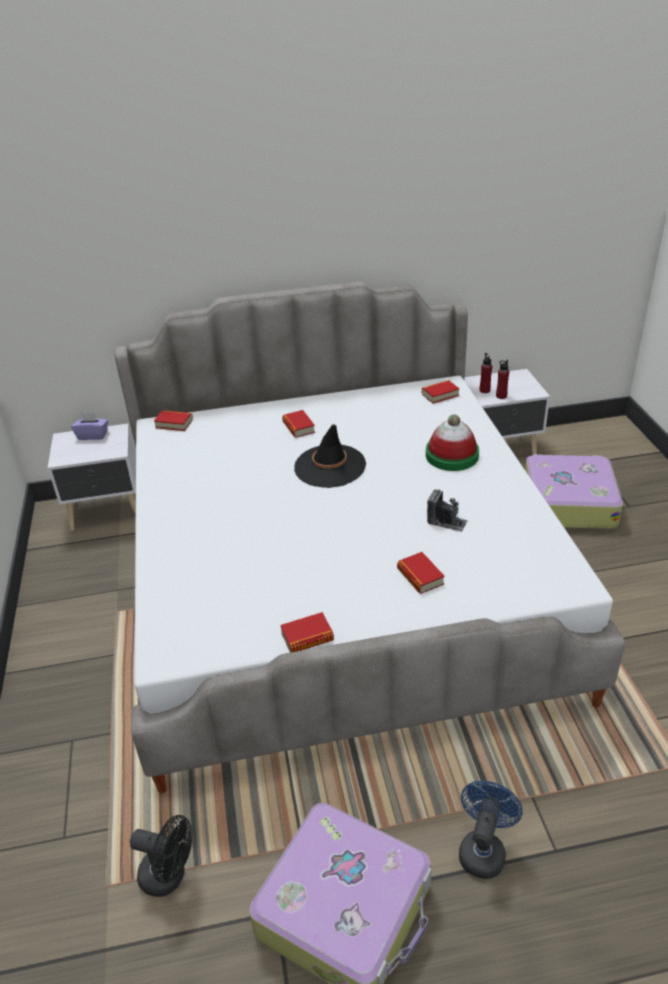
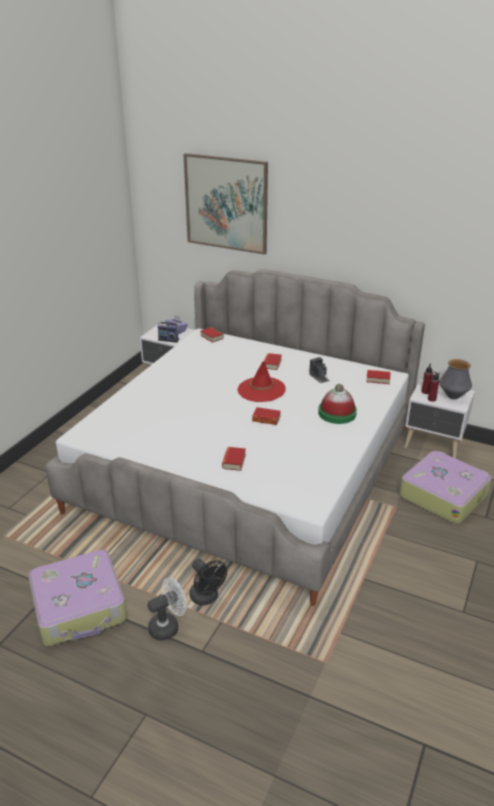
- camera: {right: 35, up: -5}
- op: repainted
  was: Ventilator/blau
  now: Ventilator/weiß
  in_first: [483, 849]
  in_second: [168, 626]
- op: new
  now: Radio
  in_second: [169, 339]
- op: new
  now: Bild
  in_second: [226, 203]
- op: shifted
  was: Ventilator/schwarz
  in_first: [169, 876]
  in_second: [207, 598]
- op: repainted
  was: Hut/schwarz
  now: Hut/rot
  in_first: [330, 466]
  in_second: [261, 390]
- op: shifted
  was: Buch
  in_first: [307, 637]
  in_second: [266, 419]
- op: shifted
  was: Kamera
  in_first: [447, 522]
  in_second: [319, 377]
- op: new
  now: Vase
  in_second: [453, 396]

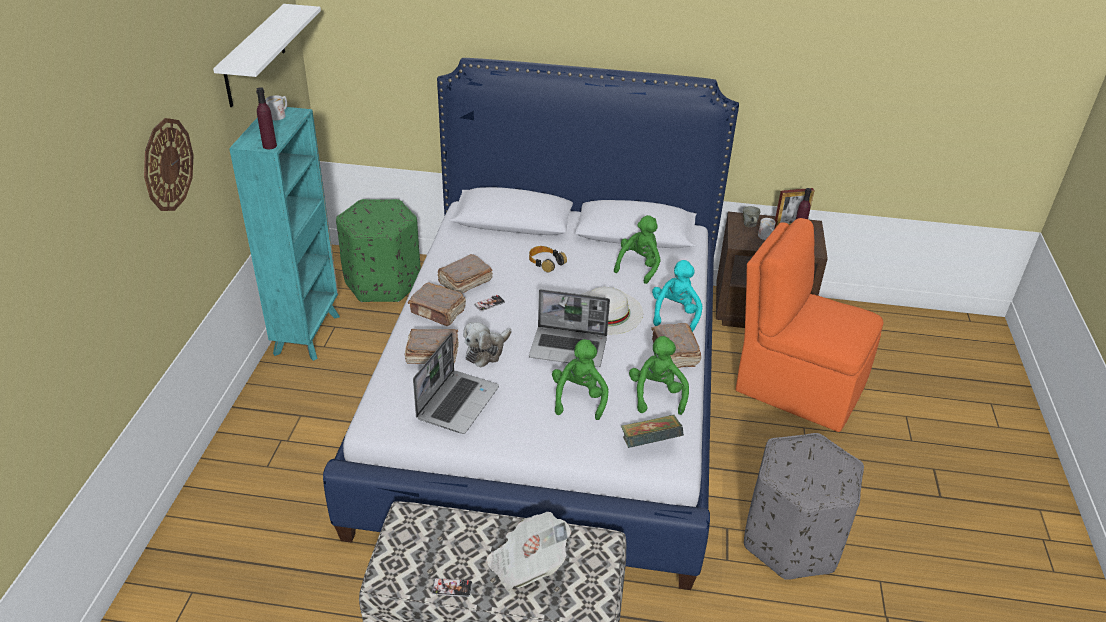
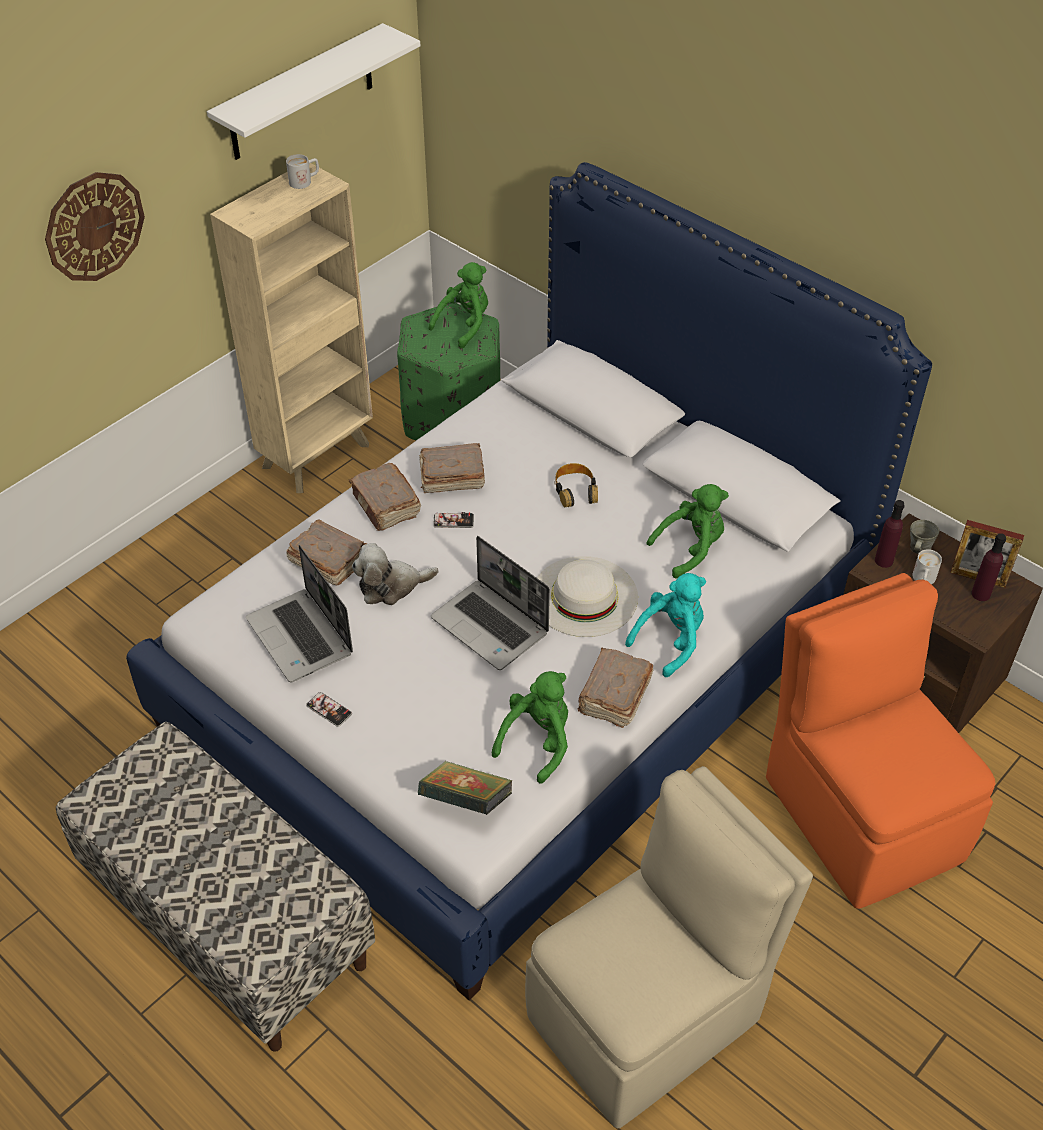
- camera: {right: 35, up: 10}
- op: repainted
  was: Bücherregal/türkis
  now: Bücherregal/beige
  in_first: [308, 333]
  in_second: [318, 455]
- op: rotated
  was: Laptop
  in_first: [457, 402]
  in_second: [302, 637]
  clockwise: 90
- op: shifted
  was: Handy
  in_first: [452, 588]
  in_second: [329, 710]
- op: shifted
  was: Plüschtier/grün
  in_first: [579, 398]
  in_second: [465, 325]
- op: swapped
  was: Polsterhocker/grau
  now: Stuhl/beige
  in_first: [792, 541]
  in_second: [649, 1015]
- op: shifted
  was: Flasche/lila
  in_first: [269, 146]
  in_second: [883, 560]
- op: gone
  was: Zeitung
  in_first: [527, 564]

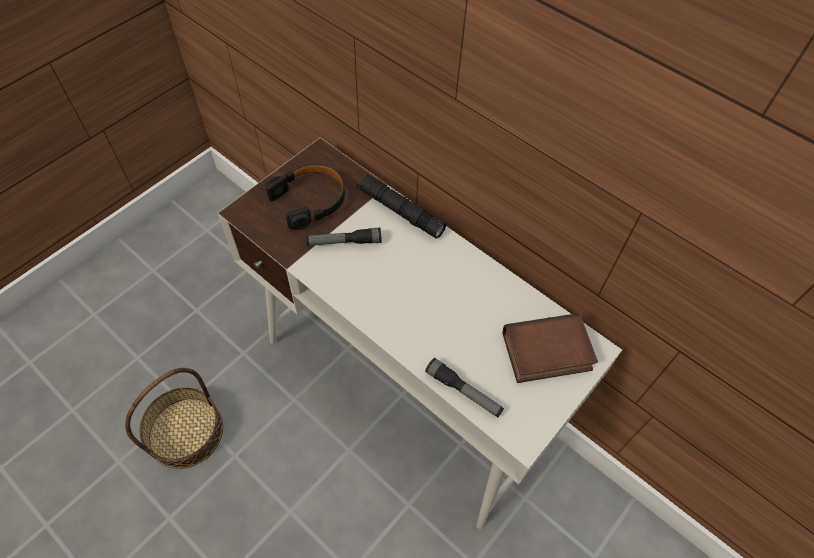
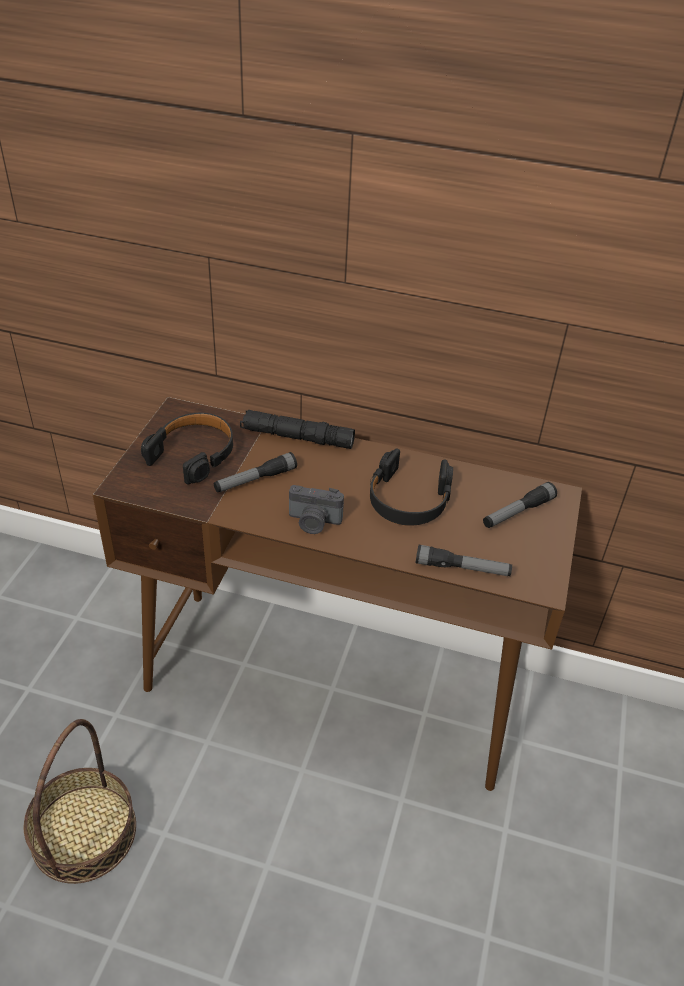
- camera: {right: -25, up: -15}
- op: repainted
  was: Schreibtisch/weiß
  now: Schreibtisch/braun
  in_first: [404, 392]
  in_second: [333, 684]
- op: new
  now: Kamera
  in_second: [313, 522]
- op: new
  now: Kopfhörer/schwarz
  in_second: [408, 499]
- op: swapped
  was: Buch
  now: Taschenlampe
  in_first: [546, 354]
  in_second: [517, 512]

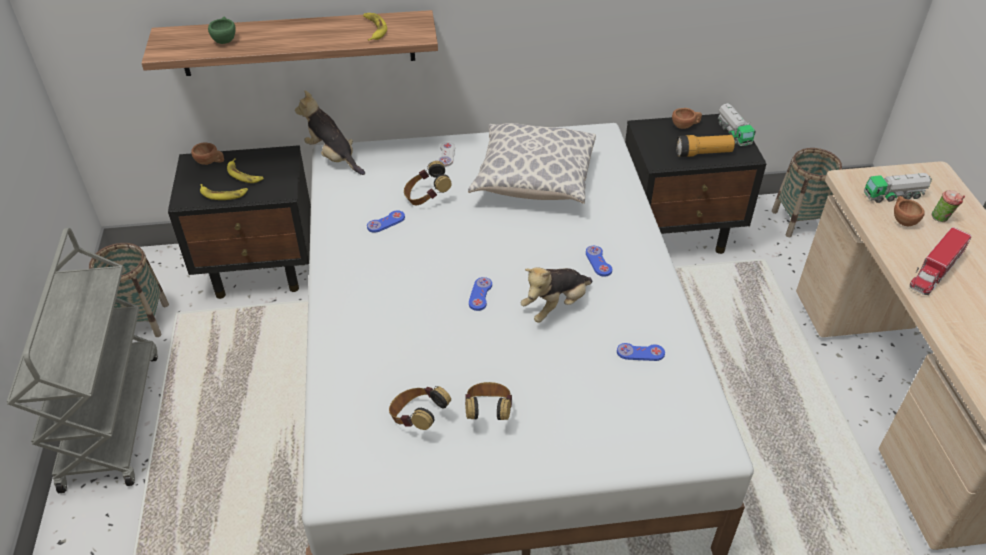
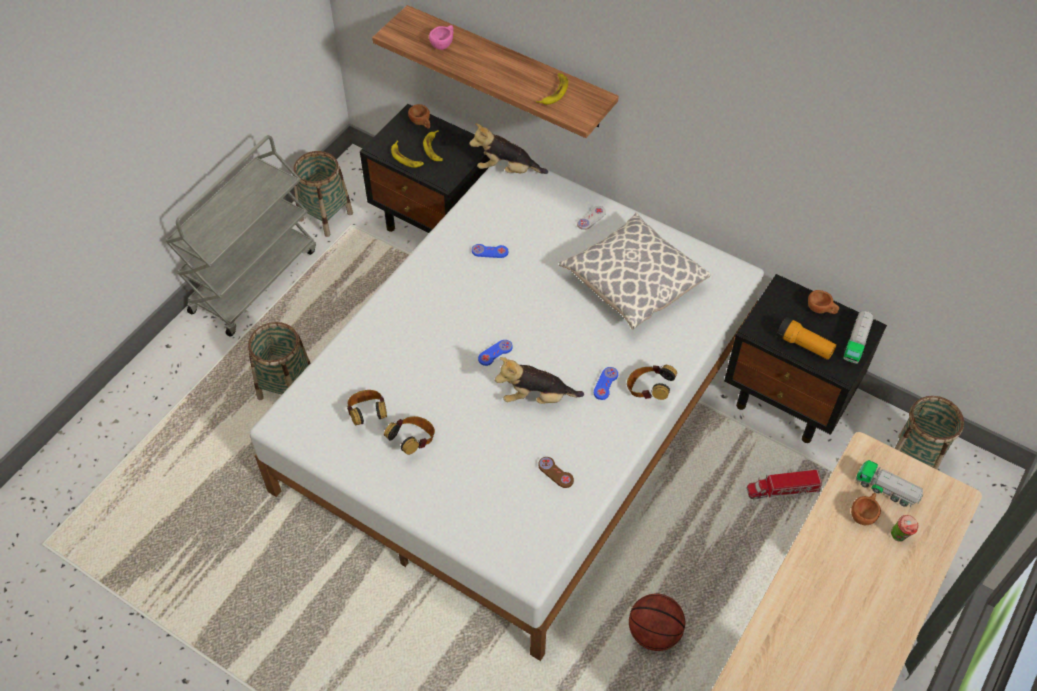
- camera: {right: 40, up: 10}
- op: new
  now: Korb
  in_second: [286, 387]
- op: repainted
  was: Tasse/grün
  now: Tasse/rosa
  in_first: [225, 39]
  in_second: [443, 44]
- op: rotated
  was: Plüschtier
  in_first: [333, 157]
  in_second: [507, 170]
  clockwise: -75
- op: repainted
  was: Gamepad/blau
  now: Gamepad/braun
  in_first: [640, 353]
  in_second: [555, 473]
- op: shifted
  was: Kopfhörer
  in_first: [426, 198]
  in_second: [648, 391]
- op: new
  now: Basketball
  in_second: [654, 632]
- op: shifted
  was: Spielzeuglaster
  in_first: [935, 270]
  in_second: [782, 489]

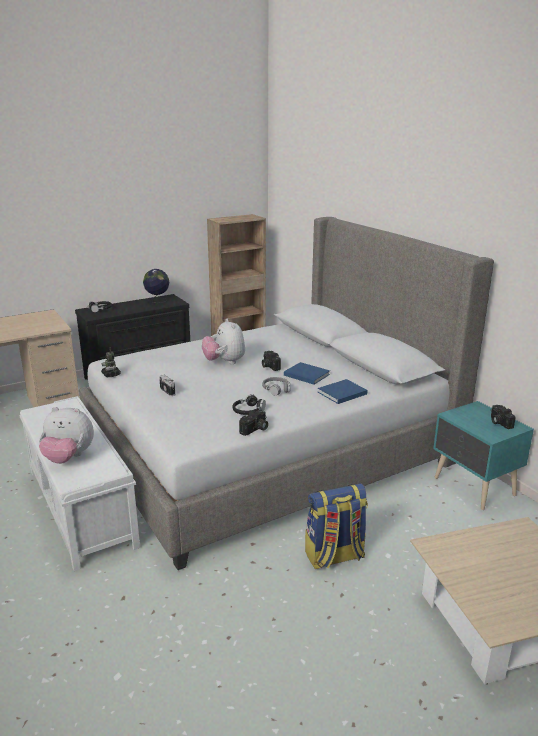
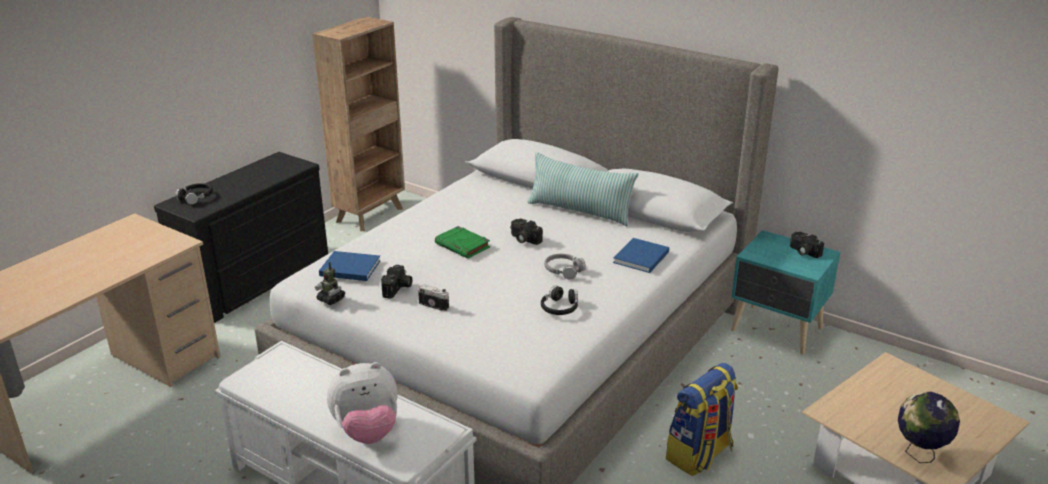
- camera: {right: -25, up: 5}
- op: shifted
  was: Buch/blau
  in_first: [305, 374]
  in_second: [348, 268]
- op: shifted
  was: Kamera
  in_first: [255, 429]
  in_second: [398, 289]
- op: swapped
  was: Plüschtier
  now: Buch/grün
  in_first: [224, 362]
  in_second: [463, 246]
- op: new
  now: Kissen
  in_second: [580, 211]
- op: shifted
  was: Globus
  in_first: [157, 301]
  in_second: [919, 454]

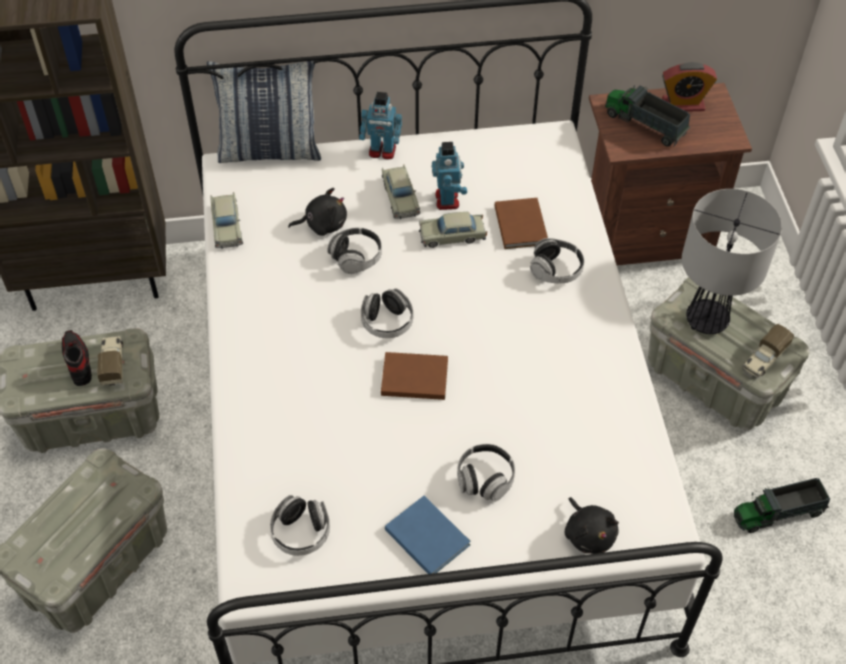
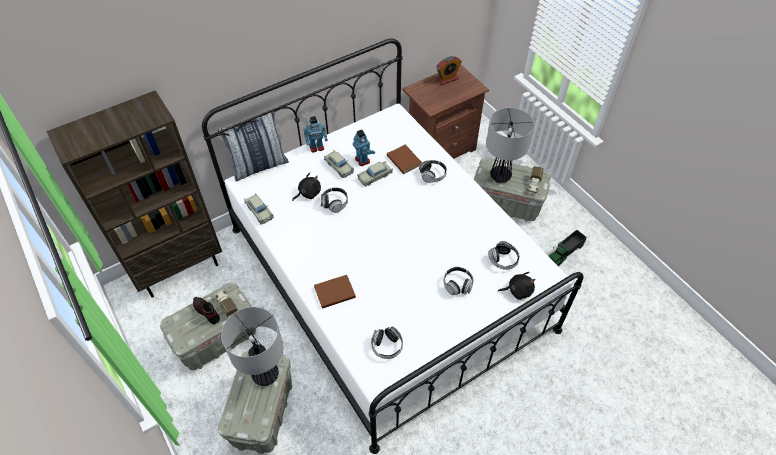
- camera: {right: -25, up: 0}
- op: new
  now: Tischlampe
  in_second: [266, 375]
- op: shifted
  was: Buch/braun
  in_first: [413, 377]
  in_second: [333, 292]
- op: shifted
  was: Kopfhörer
  in_first: [387, 322]
  in_second: [503, 260]
- op: rotated
  was: Plüschtier/schwarz
  in_first: [589, 534]
  in_second: [518, 290]
  clockwise: -45
- op: gone
  was: Buch/blau
  in_first: [427, 535]
- op: gone
  was: Spielzeuglaster
  in_first: [644, 125]

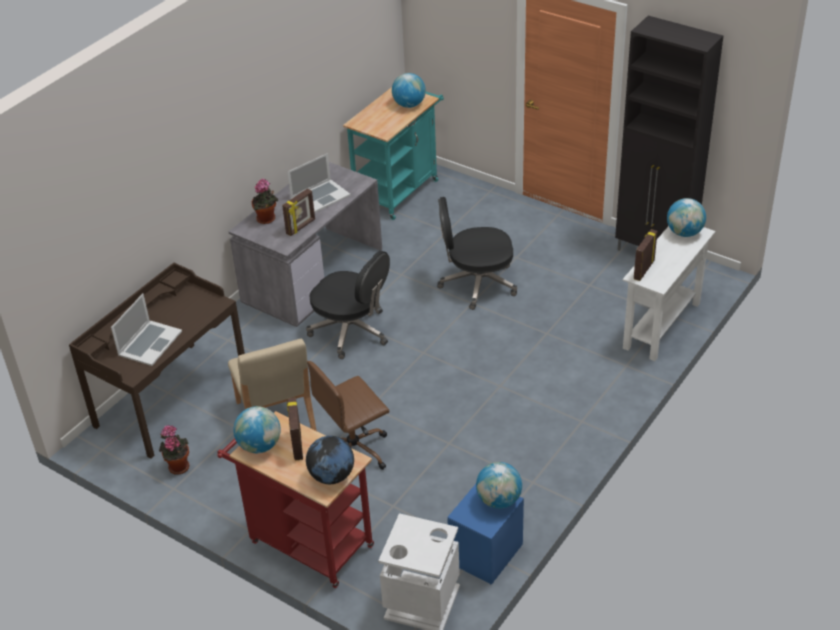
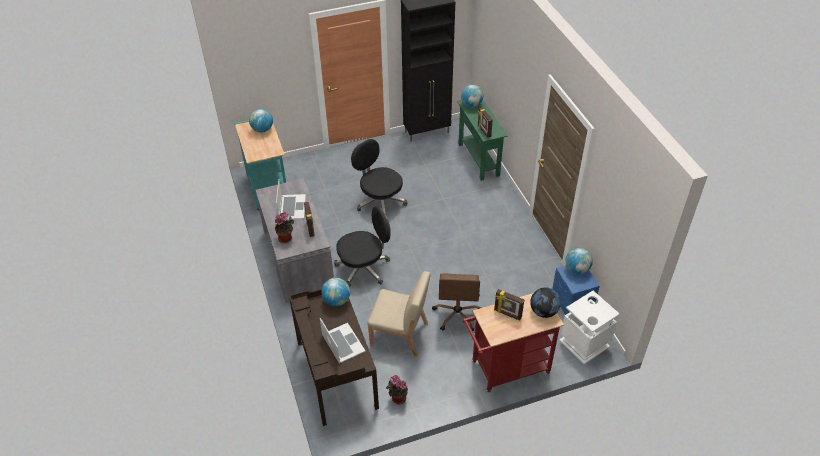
- camera: {right: -55, up: 5}
- op: shifted
  was: Globus
  in_first: [259, 446]
  in_second: [336, 301]
- op: rotated
  was: Bürostuhl/schwarz
  in_first: [476, 284]
  in_second: [380, 201]
  clockwise: 105
- op: repainted
  was: Konsolentisch/weiß
  now: Konsolentisch/grün
  in_first: [662, 325]
  in_second: [478, 159]

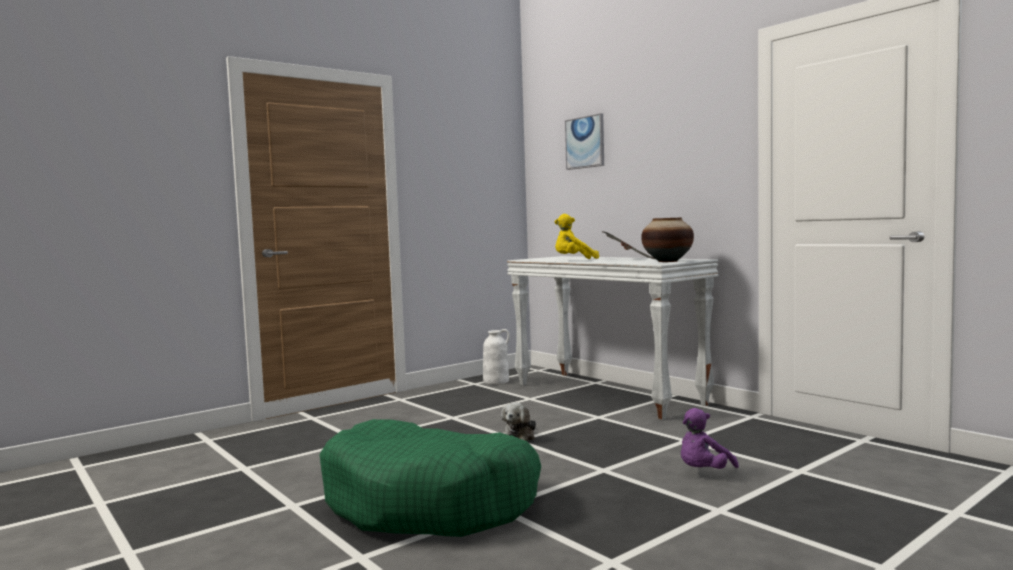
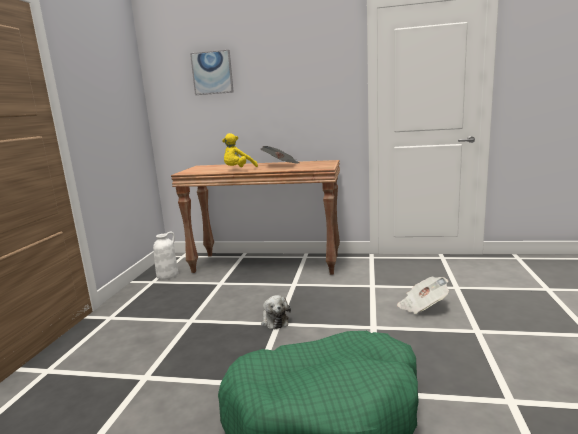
- camera: {right: -40, up: 10}
- op: repainted
  was: Konsolentisch/weiß
  now: Konsolentisch/braun
  in_first: [608, 394]
  in_second: [266, 263]
- op: swapped
  was: Plüschtier/lila
  now: Zeitung
  in_first: [703, 472]
  in_second: [422, 306]
- op: gone
  was: Vase
  in_first: [667, 261]

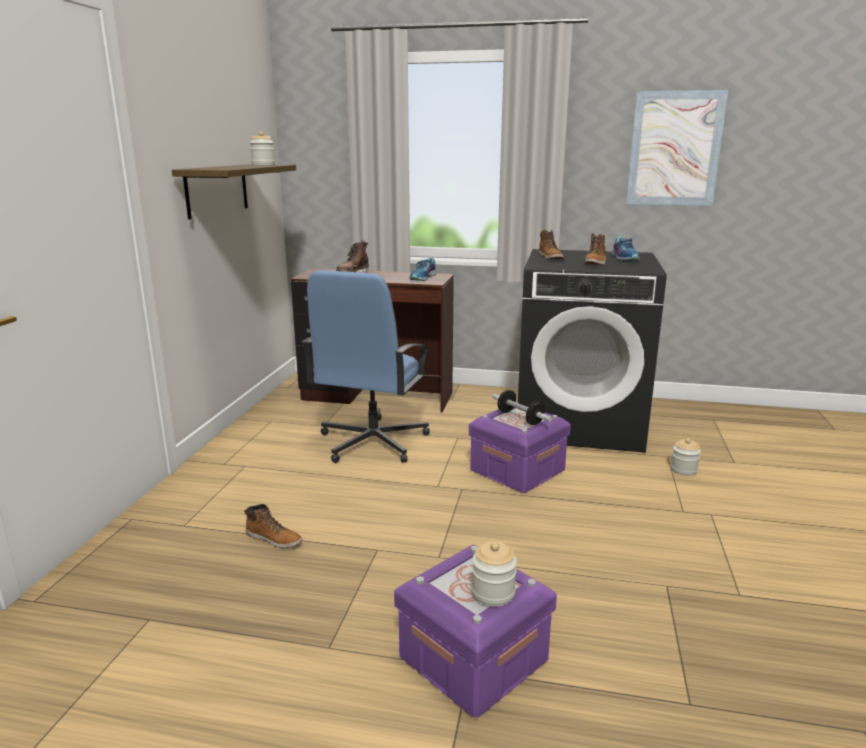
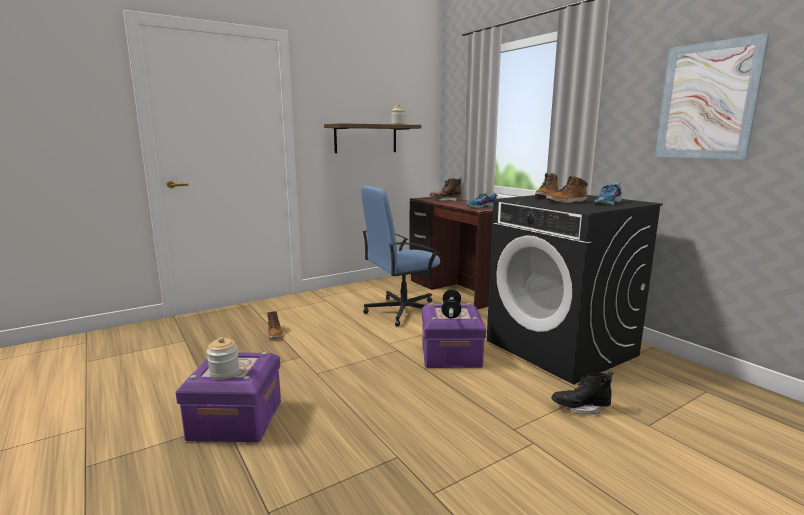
- camera: {right: 45, up: -5}
- op: swapped
  was: Vorratsglas
  now: Stiefel/schwarz
  in_first: [683, 470]
  in_second: [580, 408]

